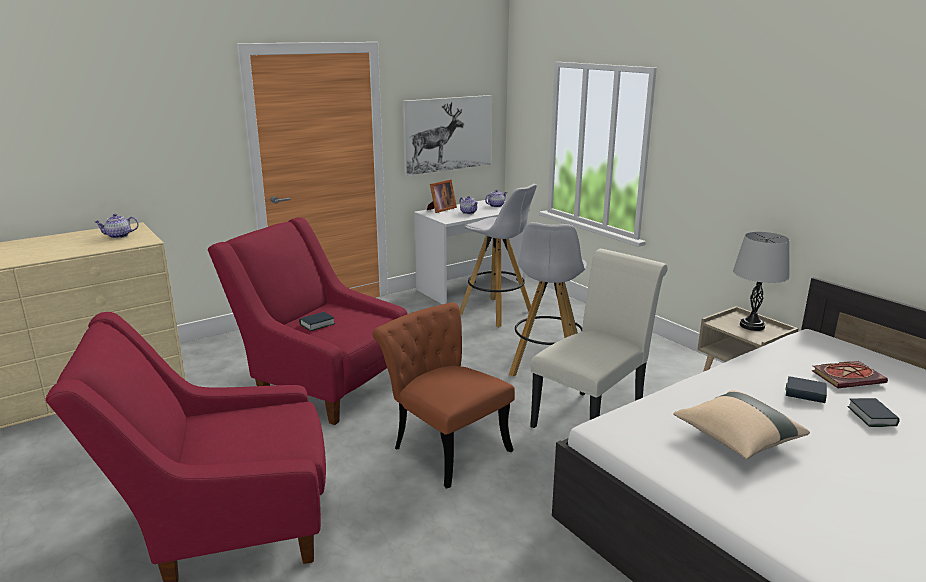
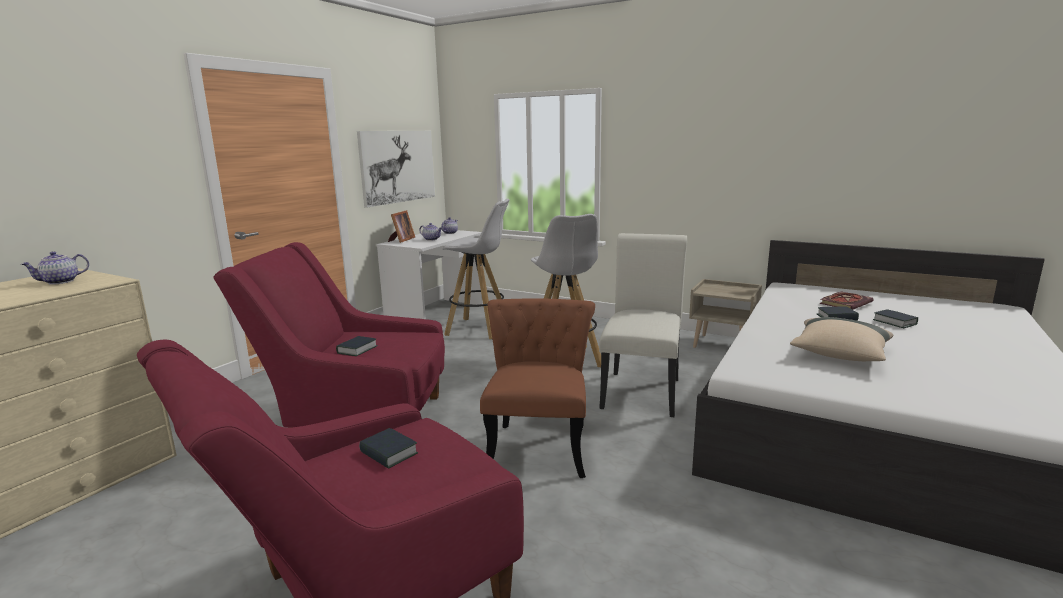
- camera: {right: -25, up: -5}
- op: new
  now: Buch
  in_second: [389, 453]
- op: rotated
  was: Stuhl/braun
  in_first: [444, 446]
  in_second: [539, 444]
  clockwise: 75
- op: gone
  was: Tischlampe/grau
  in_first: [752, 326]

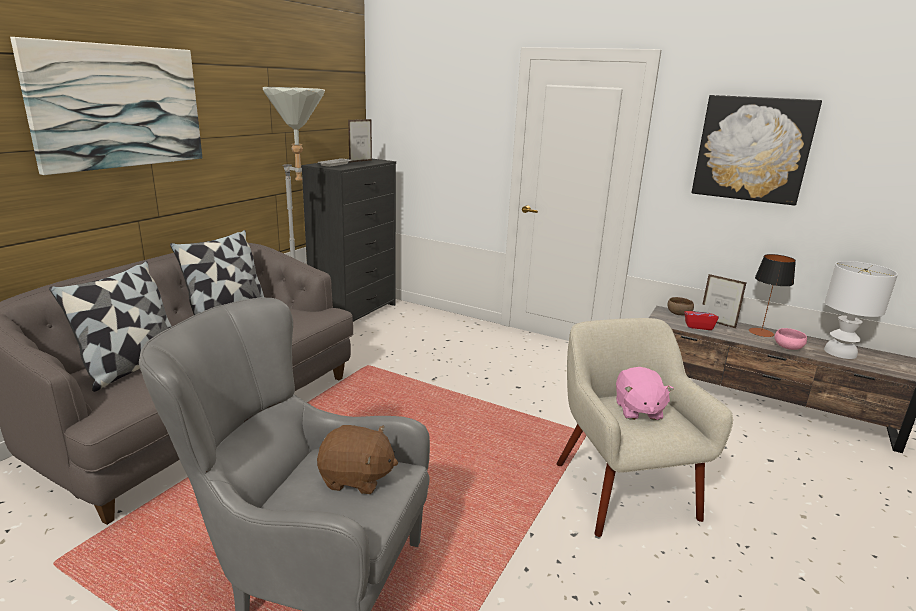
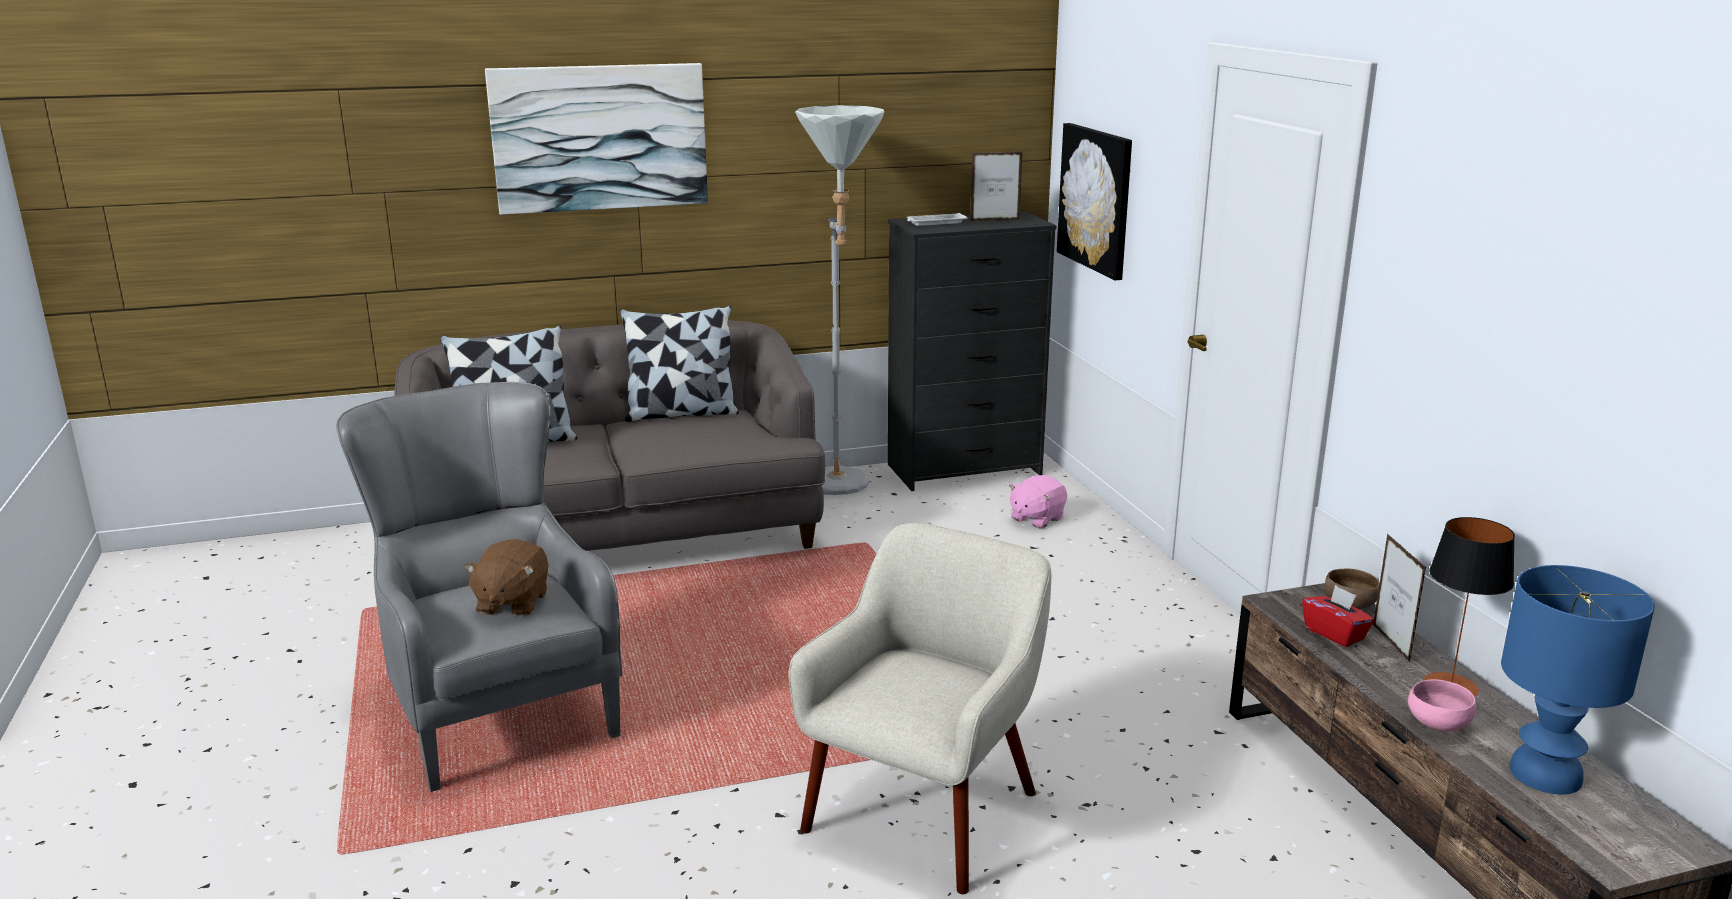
- camera: {right: 45, up: 0}
- op: rotated
  was: Plüschtier/braun
  in_first: [356, 478]
  in_second: [511, 603]
  clockwise: 45
- op: shifted
  was: Plüschtier/rosa
  in_first: [637, 410]
  in_second: [1036, 518]
- op: shifted
  was: Bild
  in_first: [752, 149]
  in_second: [1096, 199]
- op: repainted
  was: Tischlampe/weiß
  now: Tischlampe/blau
  in_first: [840, 353]
  in_second: [1544, 775]

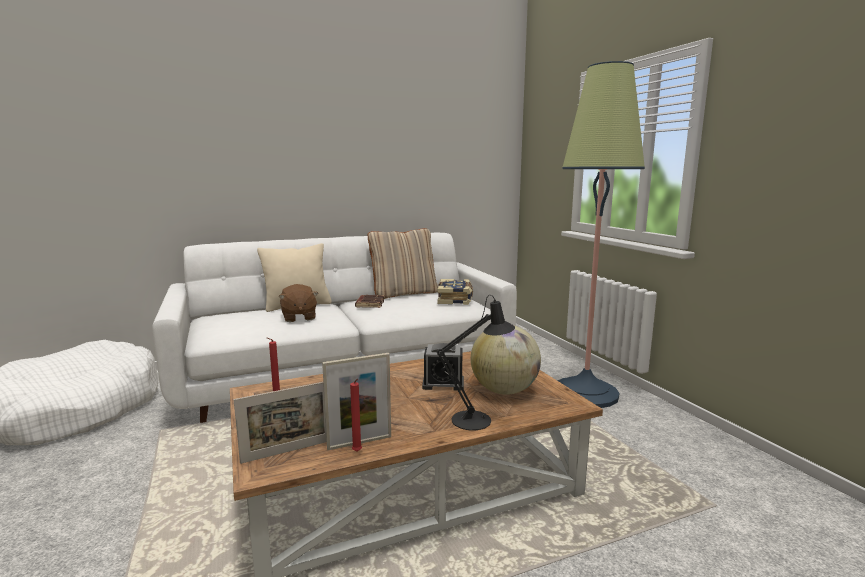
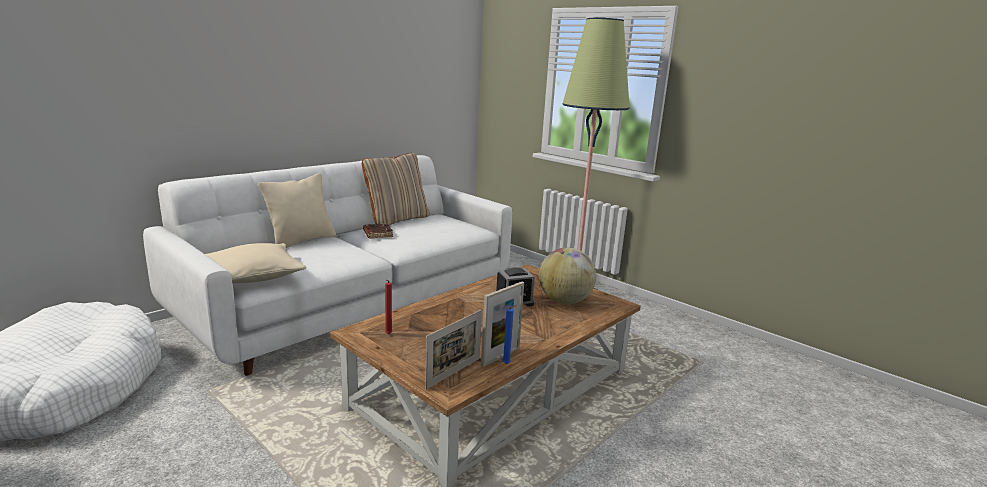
- camera: {right: -25, up: 5}
- op: new
  now: Kissen/beige
  in_second: [254, 275]
- op: repainted
  was: Kerze/rot
  now: Kerze/blau
  in_first: [357, 452]
  in_second: [507, 364]
- op: gone
  was: Plüschtier/braun
  in_first: [298, 317]
- op: gone
  was: Tischlampe/schwarz
  in_first: [477, 419]
- op: gone
  was: Buch
  in_first: [455, 300]

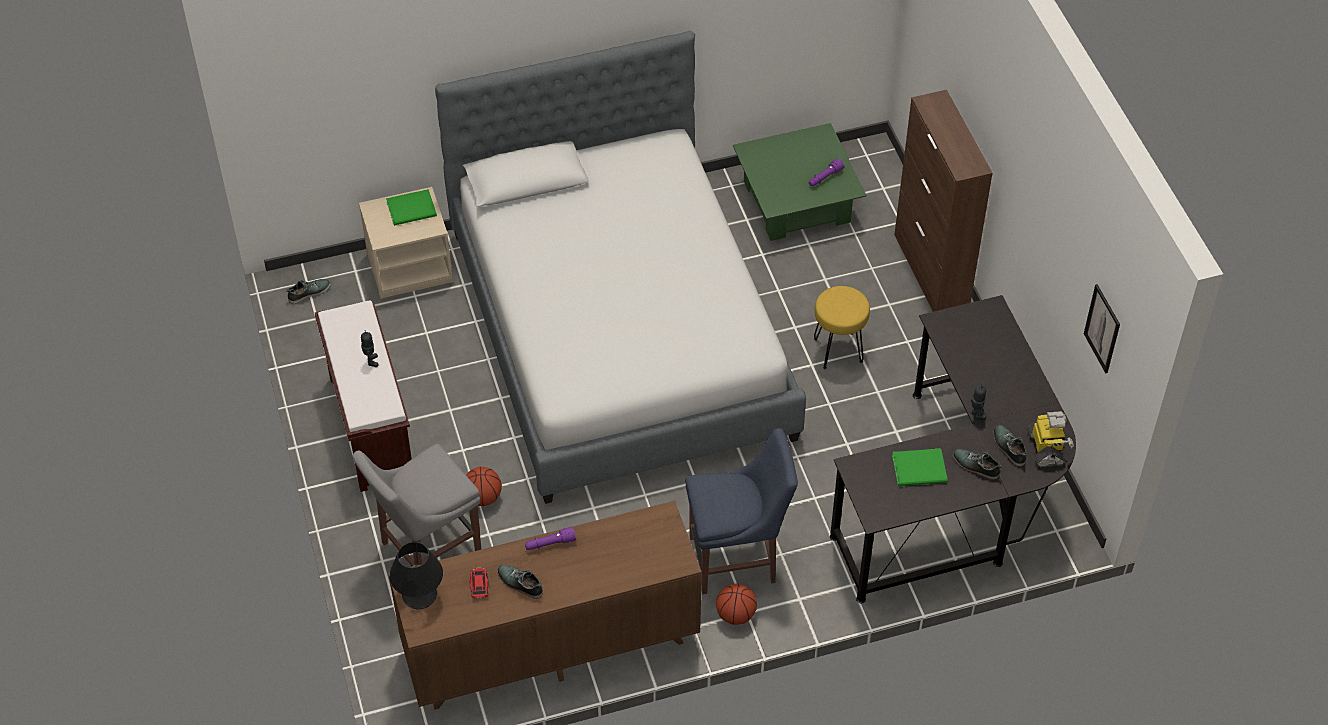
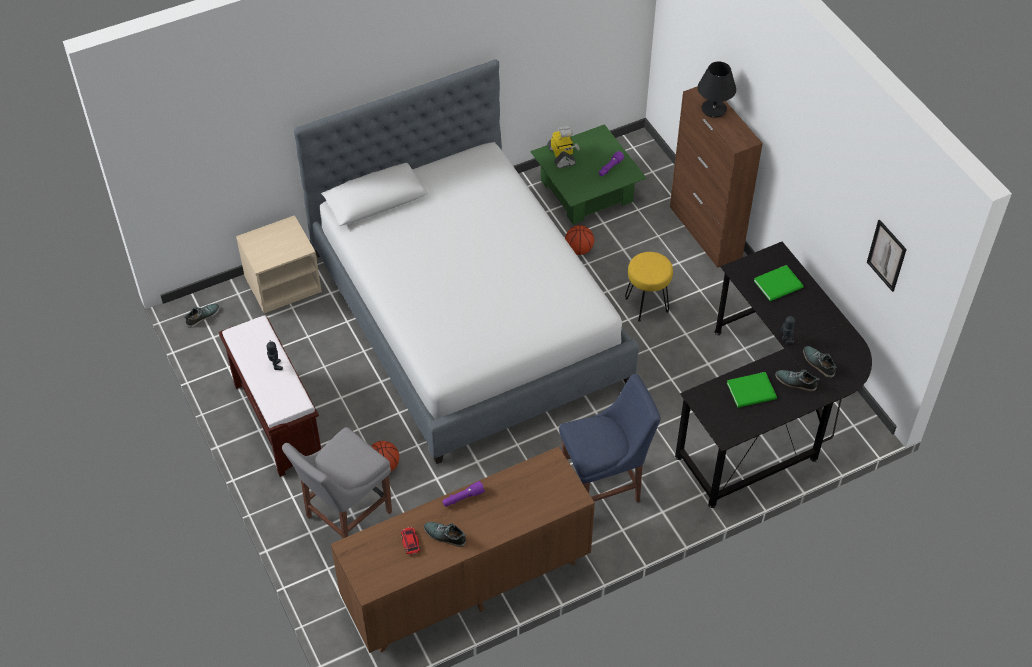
- camera: {right: -10, up: 0}
- op: shifted
  was: Spielzeugroboter
  in_first: [1046, 448]
  in_second: [562, 156]
- op: shifted
  was: Basketball
  in_first: [735, 615]
  in_second: [578, 250]
- op: shifted
  was: Tischlampe/schwarz
  in_first: [419, 595]
  in_second: [714, 109]
- op: shifted
  was: Buch/grün
  in_first: [413, 209]
  in_second: [779, 284]

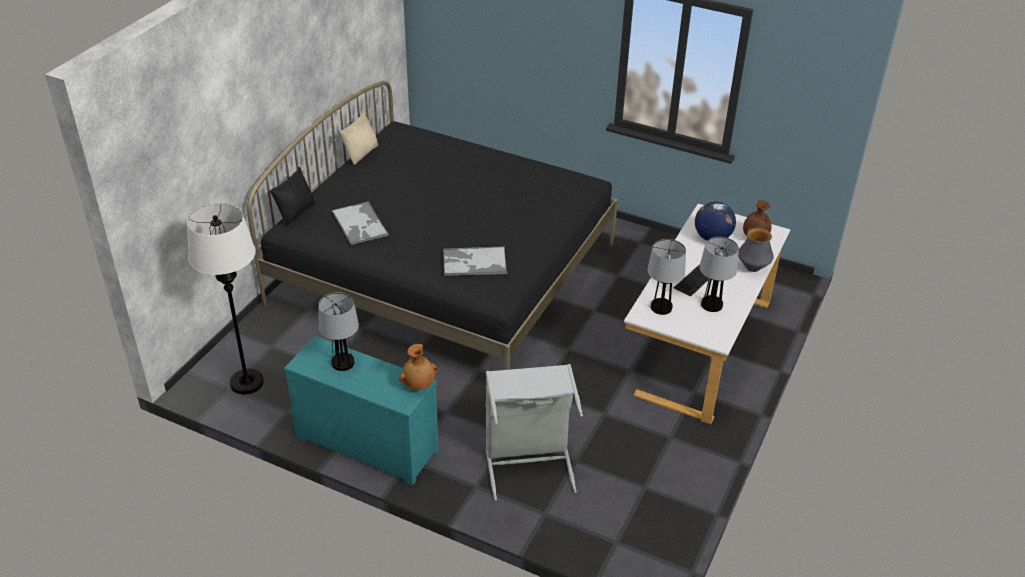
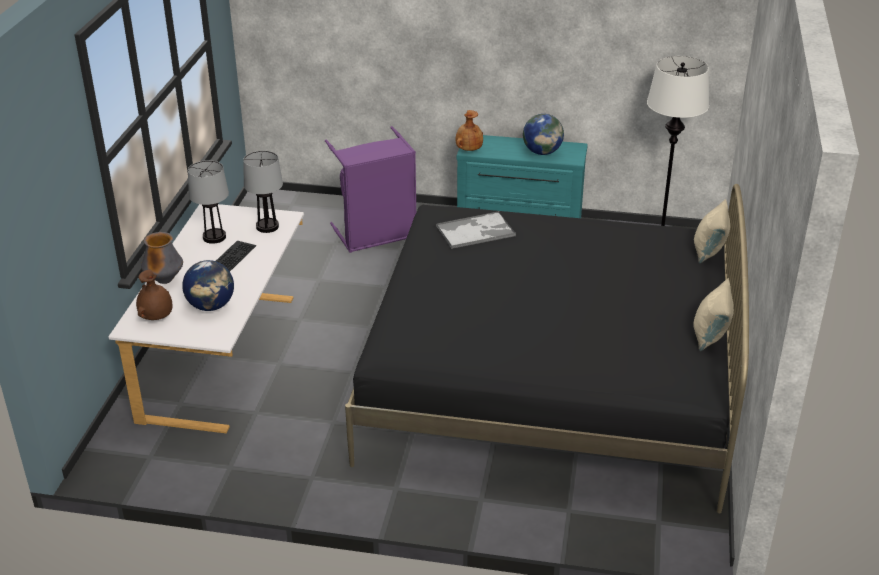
- camera: {right: 165, up: -5}
- op: repainted
  was: Wäschekorb/grau
  now: Wäschekorb/lila
  in_first: [529, 463]
  in_second: [376, 235]
- op: swapped
  was: Tischlampe
  now: Globus
  in_first: [342, 363]
  in_second: [542, 152]
- op: repainted
  was: Kissen/schwarz
  now: Kissen/beige
  in_first: [296, 212]
  in_second: [709, 250]
- op: gone
  was: Tablett
  in_first: [360, 224]

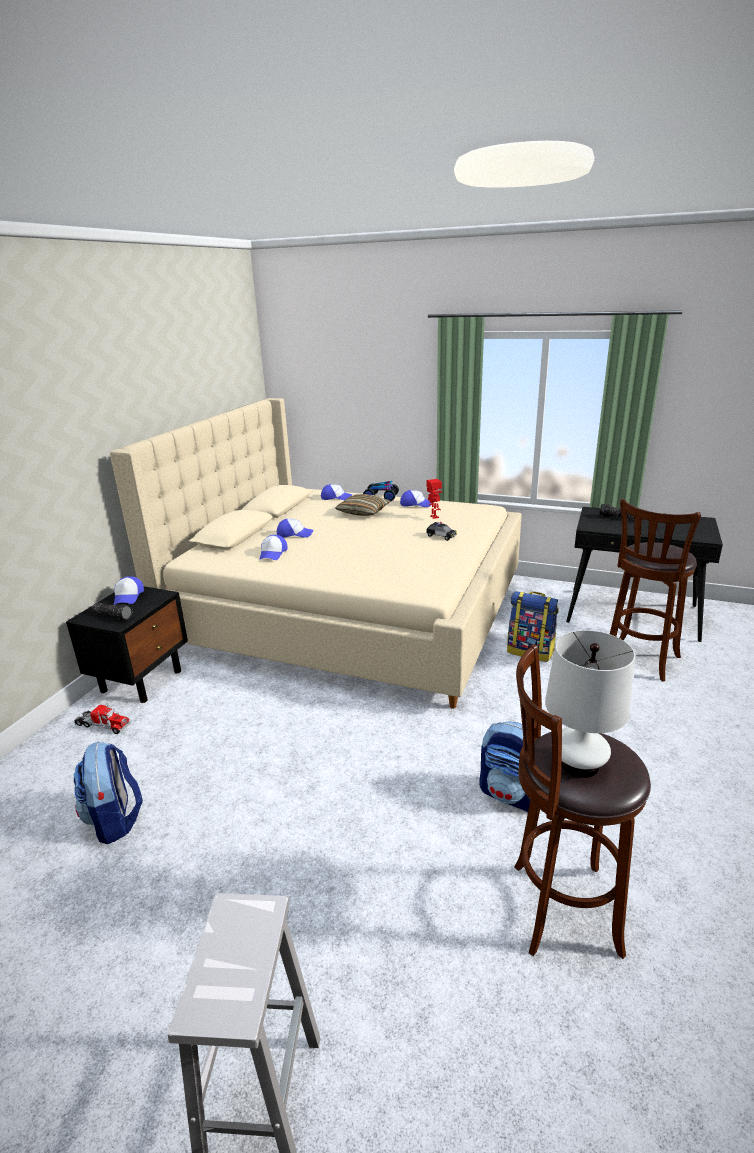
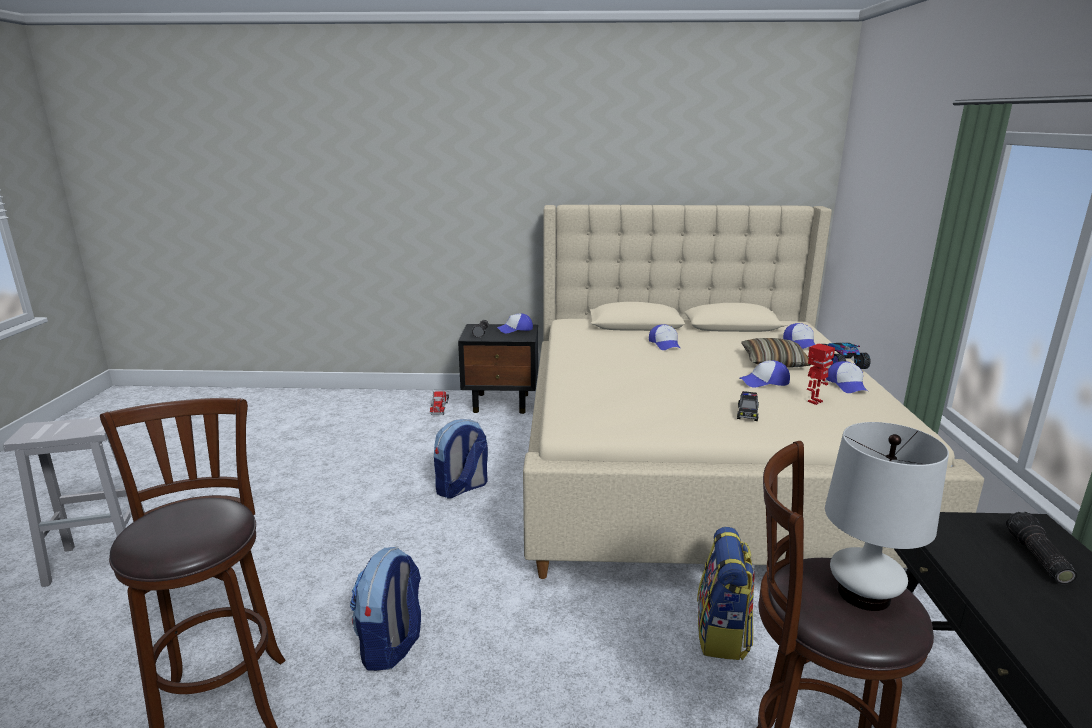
- camera: {right: 70, up: -5}
- op: shifted
  was: Rucksack
  in_first: [115, 820]
  in_second: [462, 488]
- op: shifted
  was: Kappe
  in_first: [273, 553]
  in_second: [764, 382]
- op: shifted
  was: Tischlampe/weiß
  in_first: [578, 764]
  in_second: [863, 594]

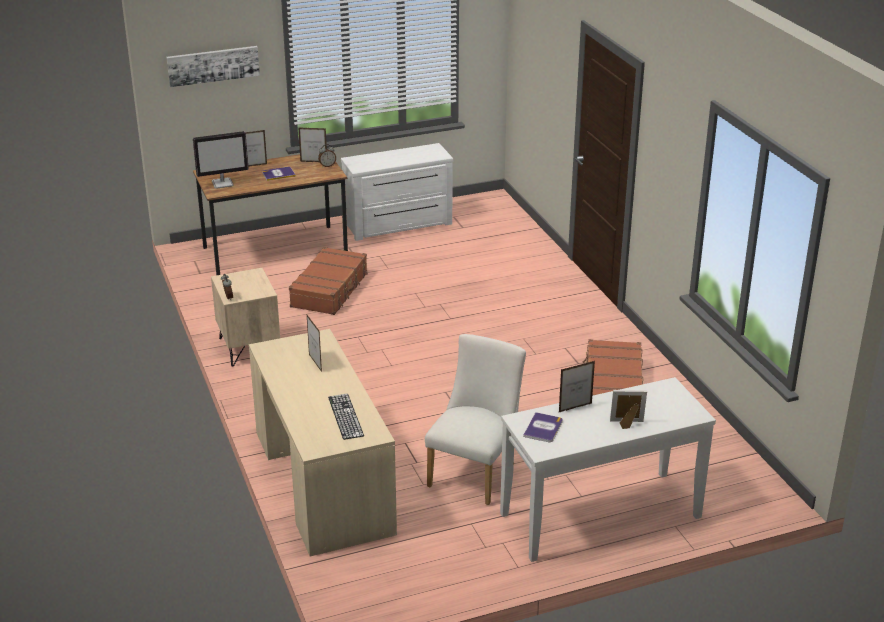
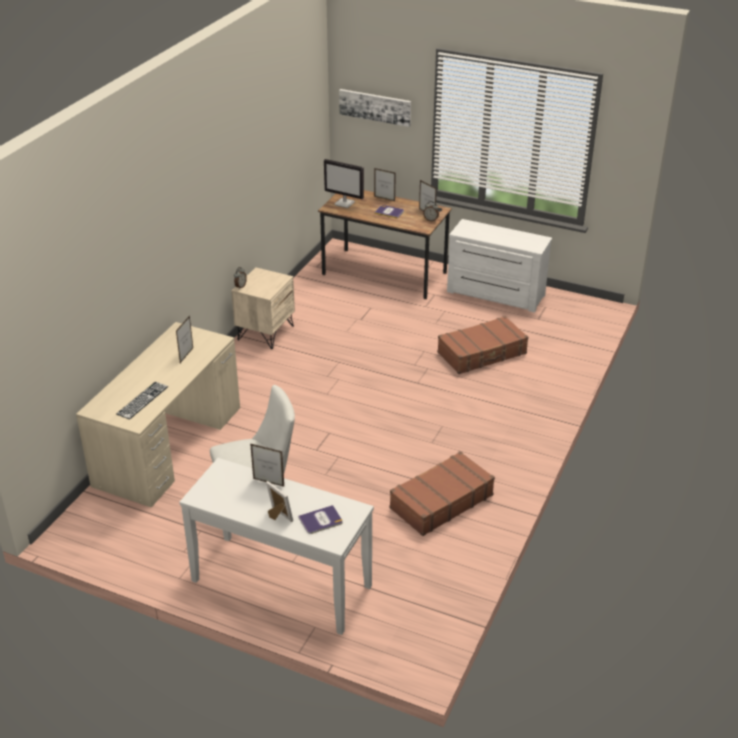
- camera: {right: 45, up: 5}
- op: shifted
  was: Buch
  in_first: [543, 428]
  in_second: [320, 520]
- op: shifted
  was: Koffer/braun
  in_first: [330, 290]
  in_second: [482, 353]

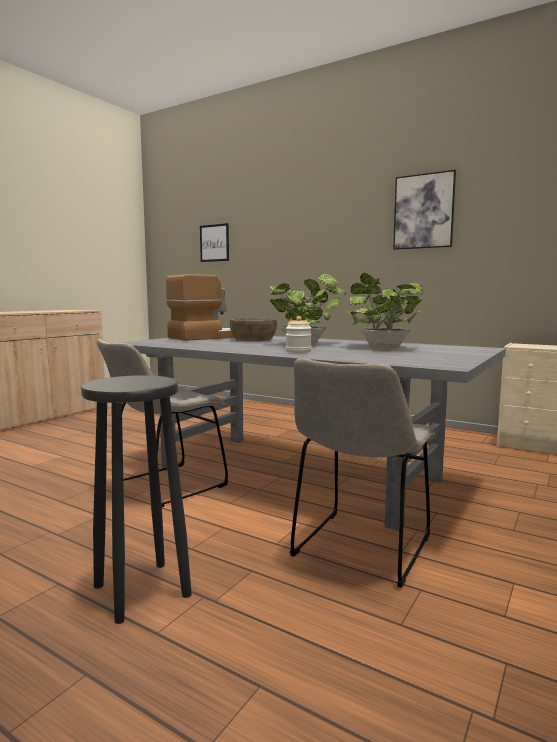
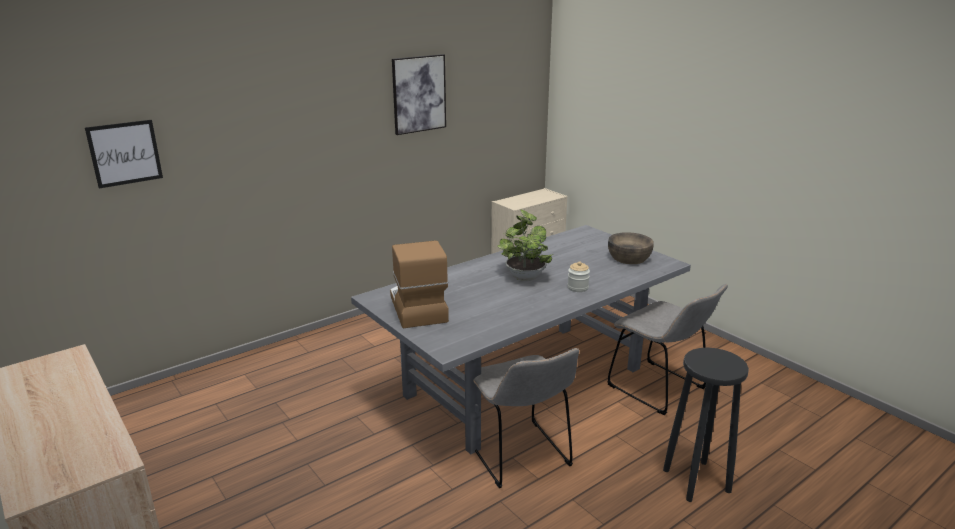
- camera: {right: -70, up: 15}
- op: shifted
  was: Schüssel/braun
  in_first: [253, 339]
  in_second: [629, 258]
- op: gone
  was: Topfpflanze
  in_first: [381, 347]

